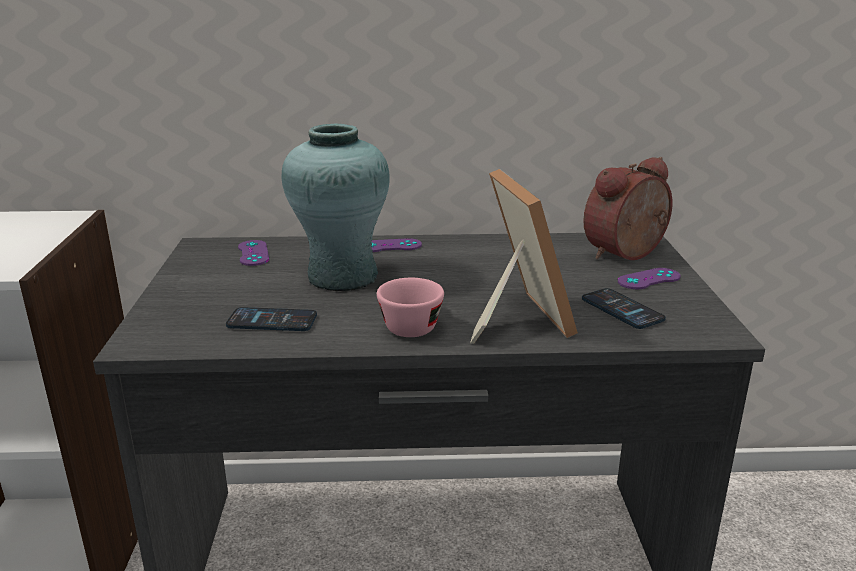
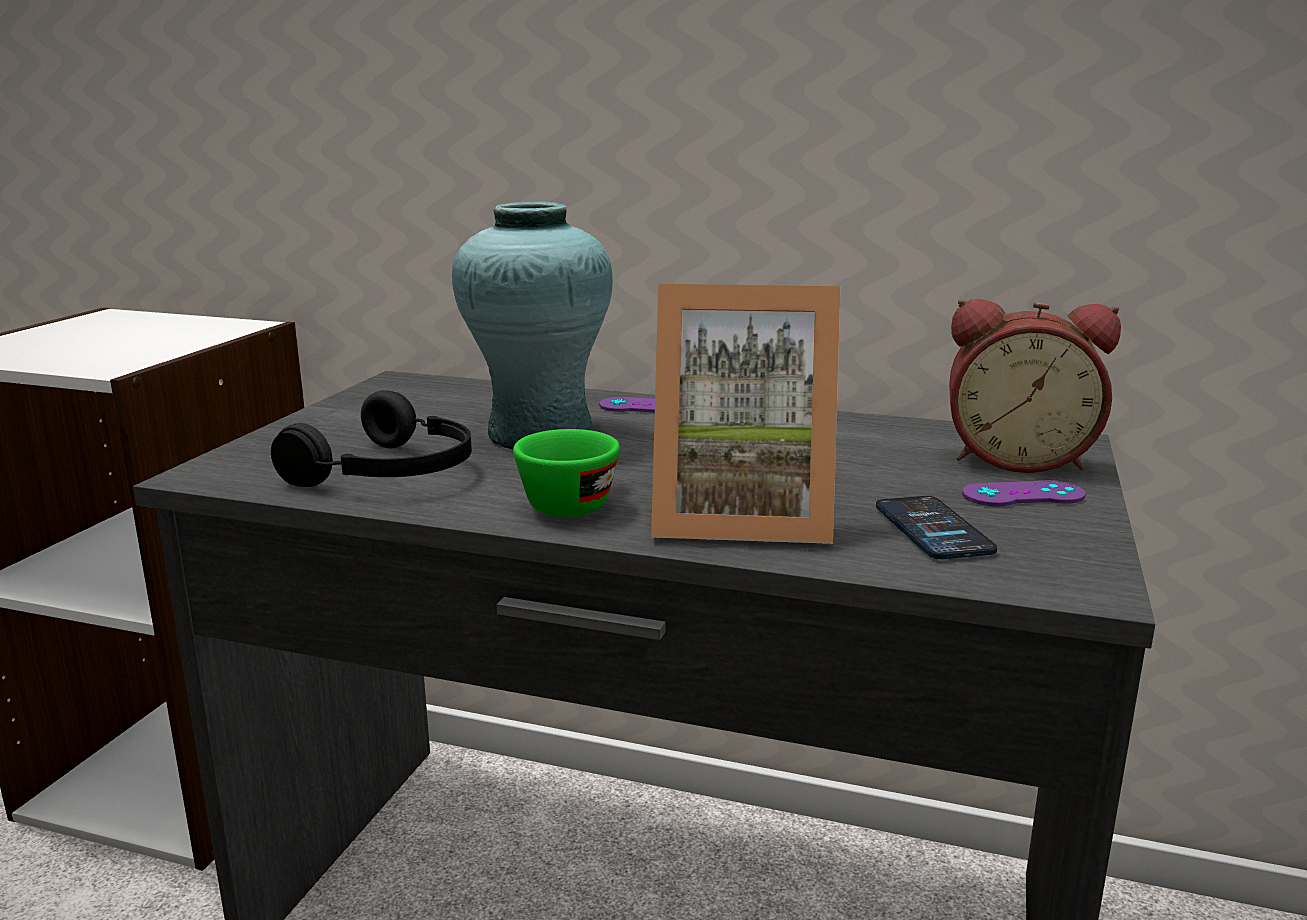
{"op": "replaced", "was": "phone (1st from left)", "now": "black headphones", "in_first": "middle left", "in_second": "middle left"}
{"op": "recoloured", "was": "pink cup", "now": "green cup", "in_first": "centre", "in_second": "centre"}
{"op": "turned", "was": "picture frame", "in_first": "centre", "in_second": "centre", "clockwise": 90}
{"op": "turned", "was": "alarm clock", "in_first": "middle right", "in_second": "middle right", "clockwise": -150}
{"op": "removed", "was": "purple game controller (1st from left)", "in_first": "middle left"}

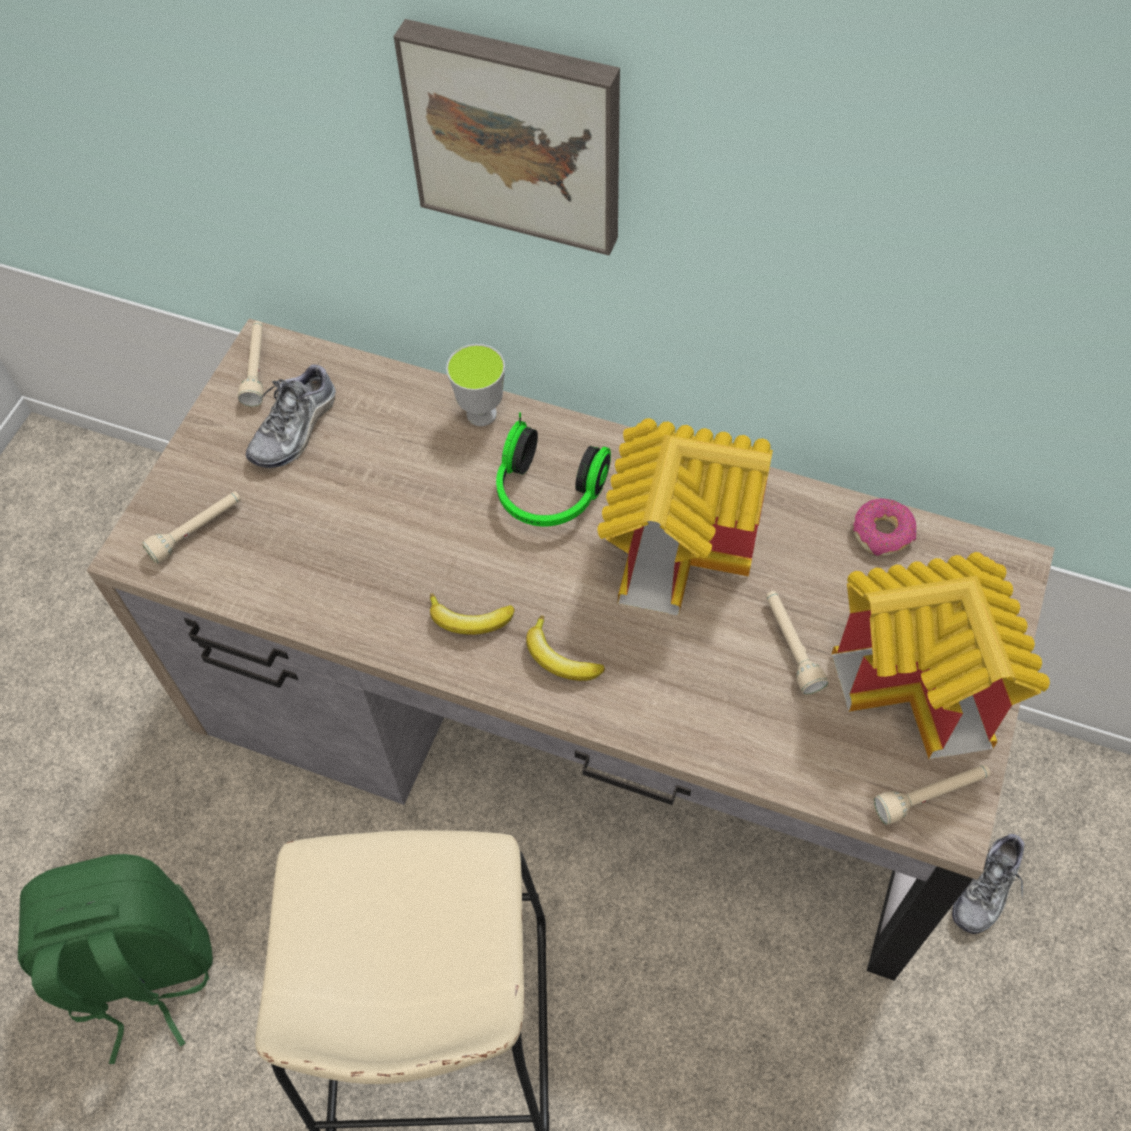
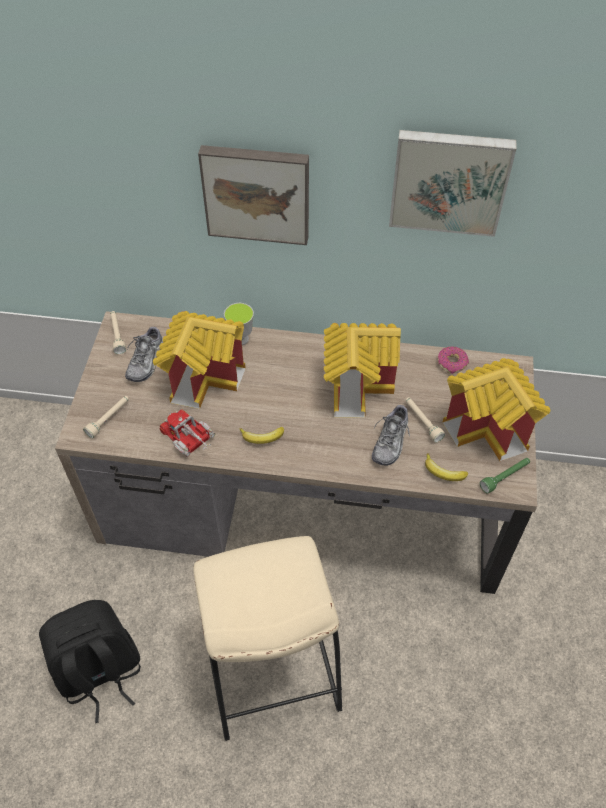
{"op": "recoloured", "was": "green backpack", "now": "black backpack", "in_first": "bottom left", "in_second": "bottom left"}
{"op": "added", "now": "toy house (1st from left)", "in_second": "middle left"}
{"op": "added", "now": "toy truck", "in_second": "middle left"}
{"op": "moved", "was": "shoe (2nd from left)", "in_first": "bottom right", "in_second": "centre"}
{"op": "added", "now": "picture (2nd from left)", "in_second": "top right"}
{"op": "moved", "was": "banana (2nd from left)", "in_first": "centre", "in_second": "middle right"}
{"op": "recoloured", "was": "beige flashlight (4th from left)", "now": "green flashlight", "in_first": "bottom right", "in_second": "middle right"}
{"op": "removed", "was": "headphones", "in_first": "centre"}

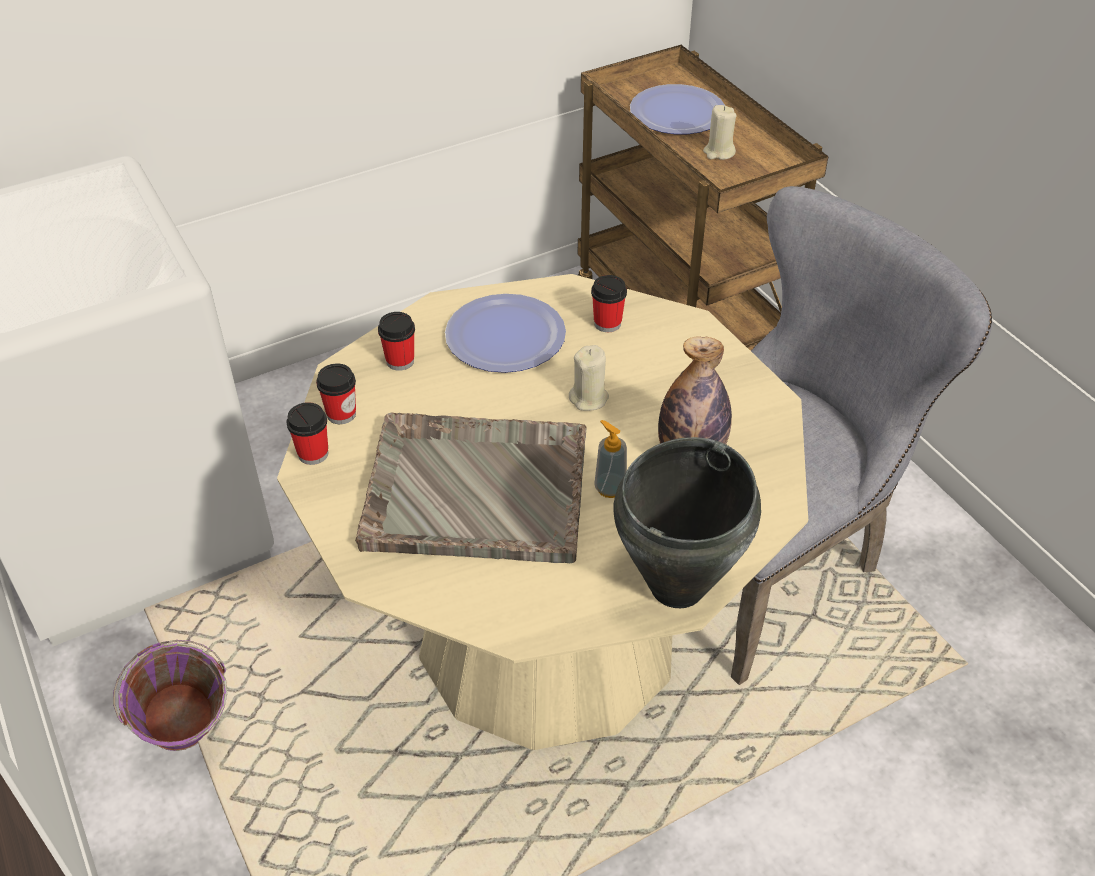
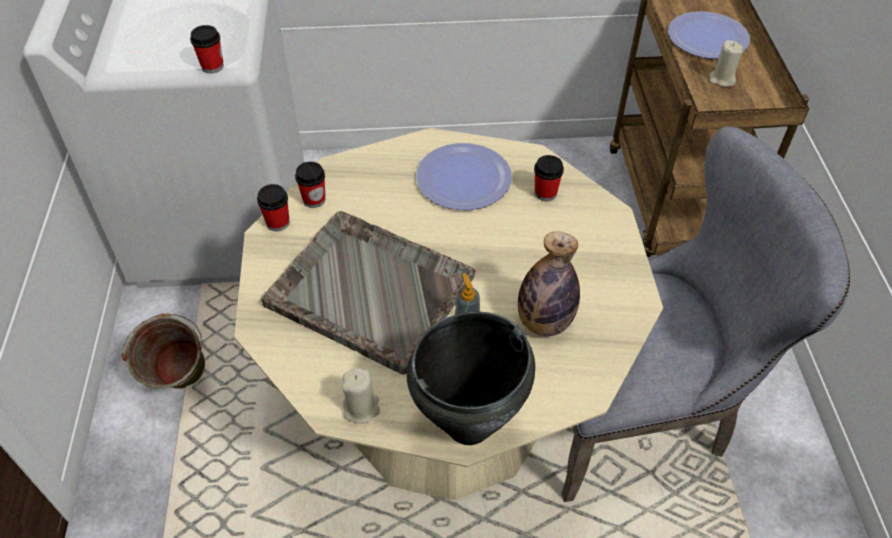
{"op": "recoloured", "was": "purple bucket", "now": "green bucket", "in_first": "bottom left", "in_second": "middle left"}
{"op": "moved", "was": "cup (3rd from left in the first image)", "now": "cup (1st from left)", "in_first": "centre", "in_second": "top left"}
{"op": "moved", "was": "beige candle (1st from left)", "in_first": "centre", "in_second": "bottom centre"}

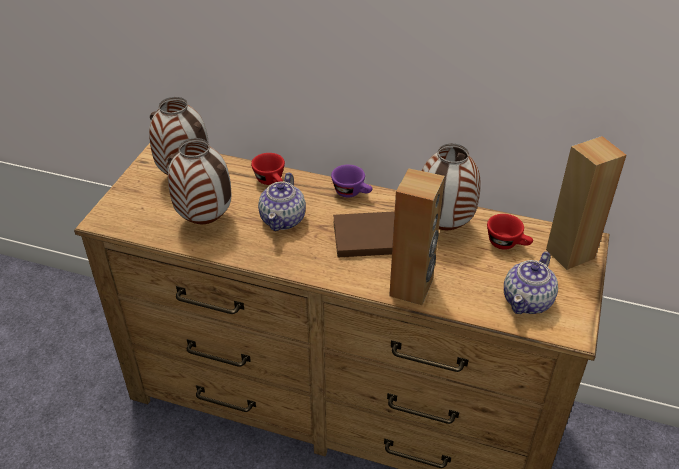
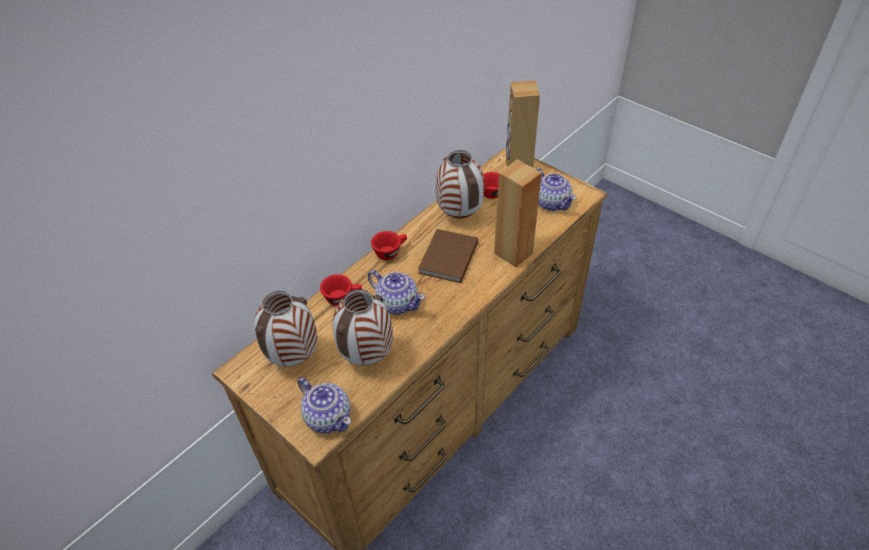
{"op": "added", "now": "teapot (1st from left)", "in_second": "bottom centre"}
{"op": "recoloured", "was": "purple cup", "now": "red cup (2nd from left)", "in_first": "centre", "in_second": "centre"}

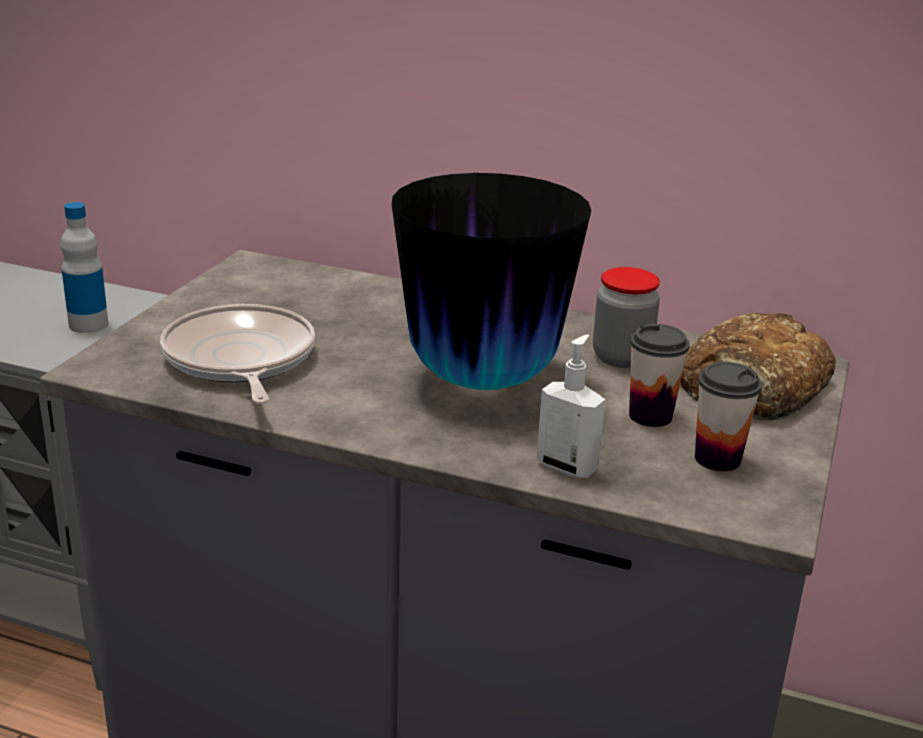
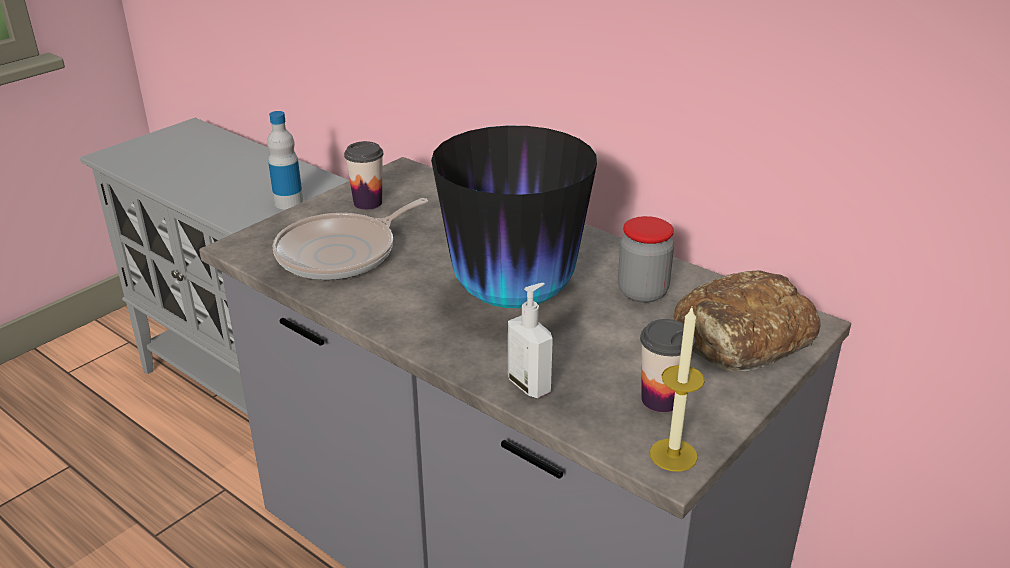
{"op": "turned", "was": "frying pan", "in_first": "middle left", "in_second": "centre", "clockwise": -135}
{"op": "moved", "was": "cup (1st from left)", "in_first": "middle right", "in_second": "top centre"}
{"op": "added", "now": "candle", "in_second": "bottom right"}

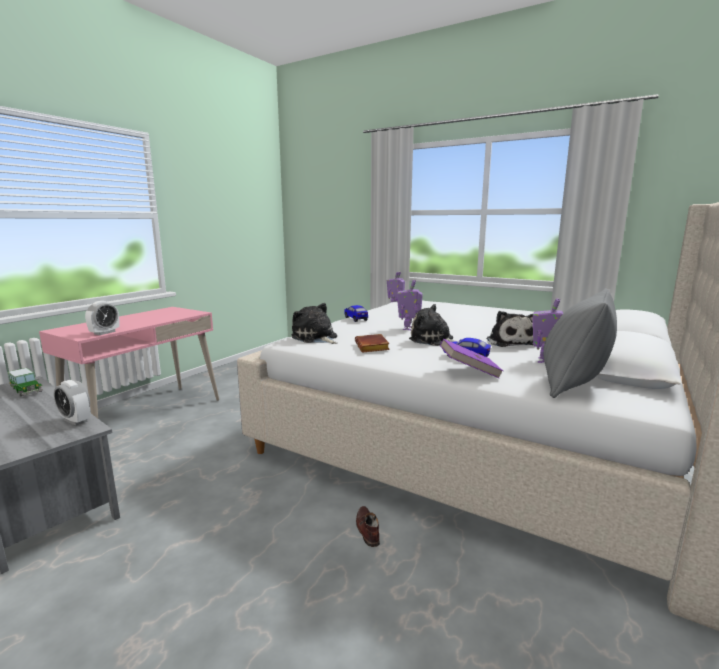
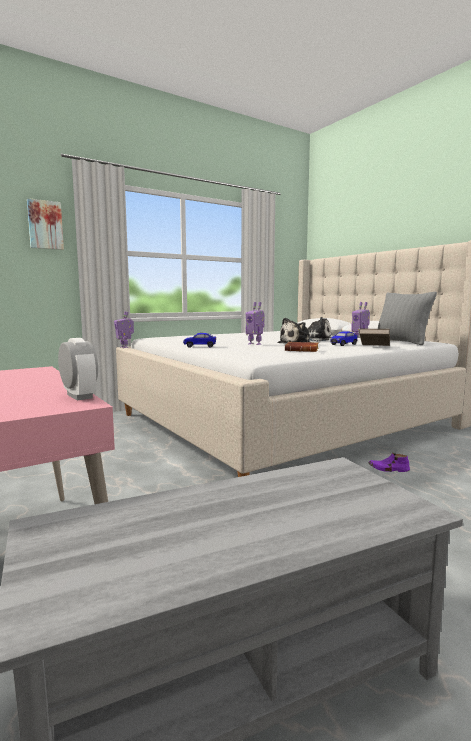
{"op": "added", "now": "picture", "in_second": "top left"}
{"op": "recoloured", "was": "purple book", "now": "brown book (2nd from left)", "in_first": "centre", "in_second": "middle right"}
{"op": "recoloured", "was": "brown shoe", "now": "purple shoe", "in_first": "bottom centre", "in_second": "middle right"}
{"op": "removed", "was": "toy car (1st from left)", "in_first": "middle left"}
{"op": "removed", "was": "alarm clock (1st from left)", "in_first": "middle left"}
{"op": "removed", "was": "plush toy (1st from left)", "in_first": "centre"}

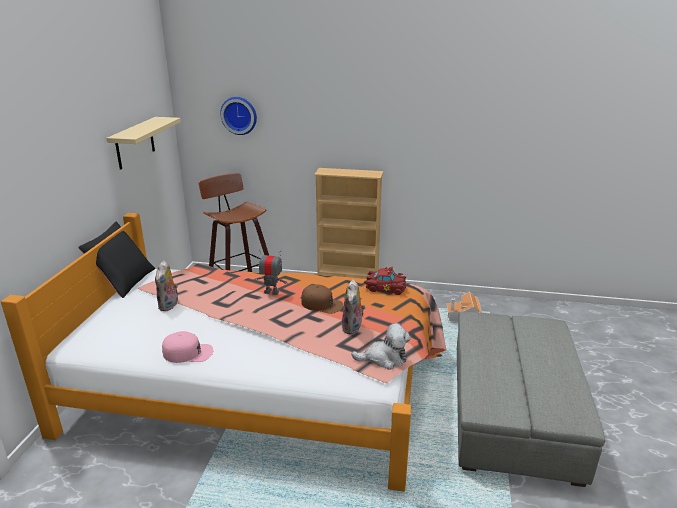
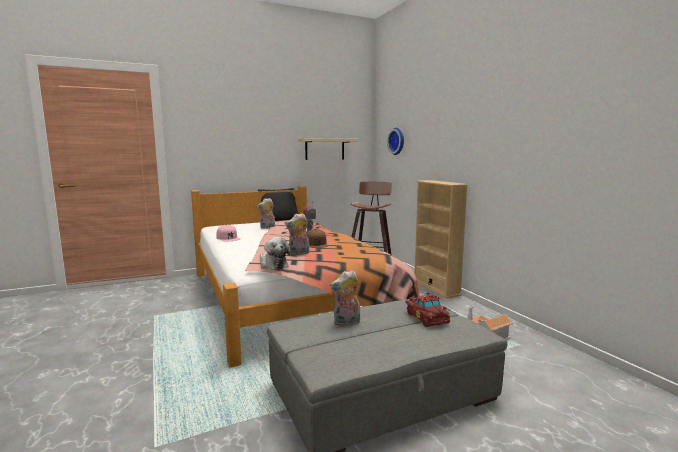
{"op": "added", "now": "plush toy (4th from left)", "in_second": "centre"}
{"op": "moved", "was": "red toy car", "in_first": "centre", "in_second": "bottom centre"}

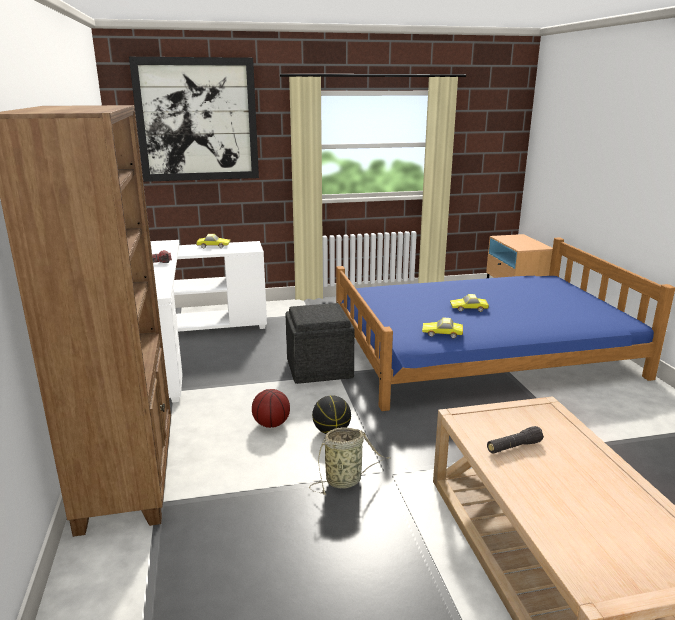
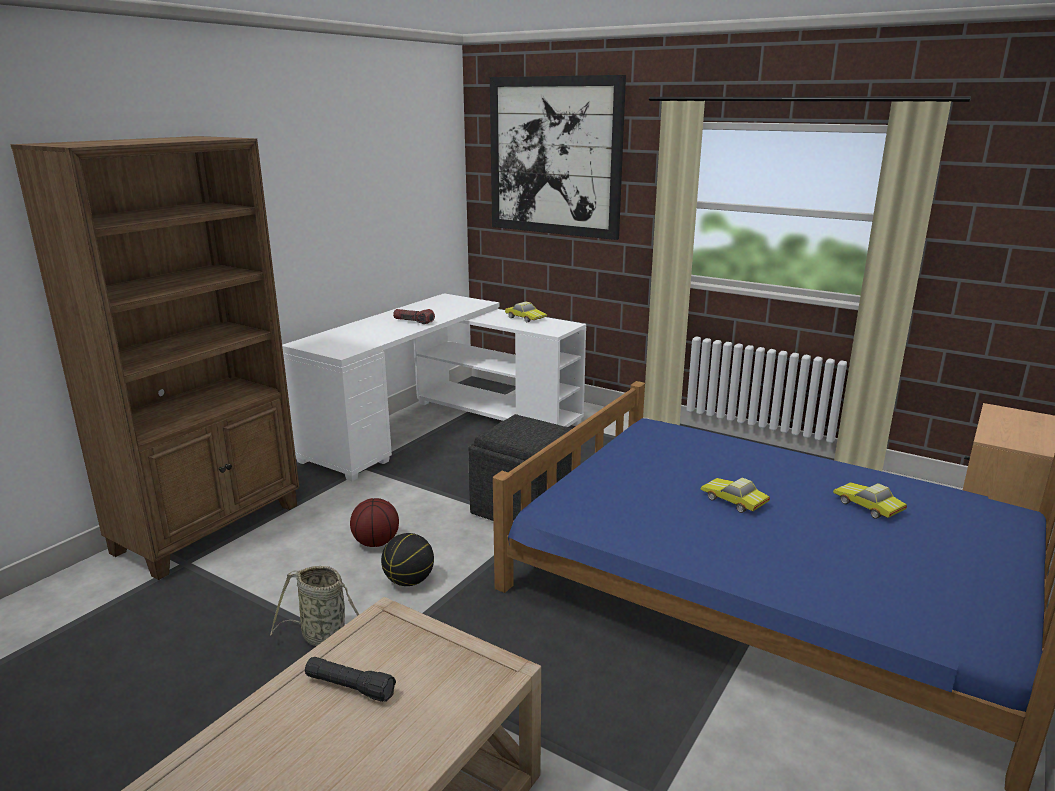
{"op": "moved", "was": "toy car (2nd from left in the first image)", "now": "toy car (3rd from left)", "in_first": "centre", "in_second": "middle right"}

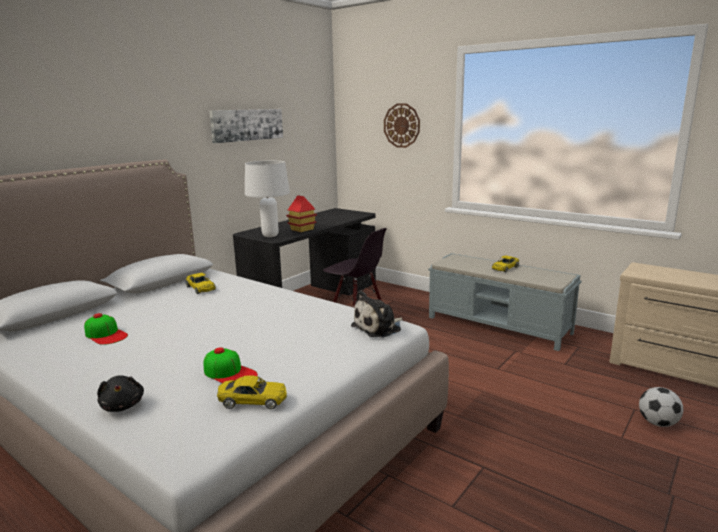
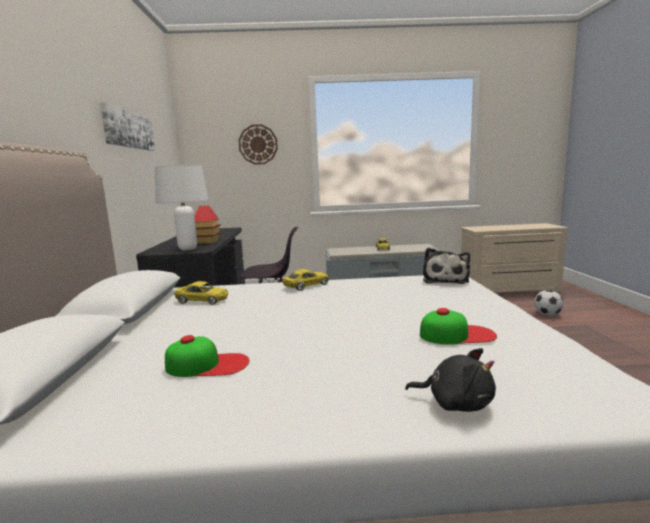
{"op": "moved", "was": "yellow toy car (2nd from left)", "in_first": "bottom centre", "in_second": "centre"}

